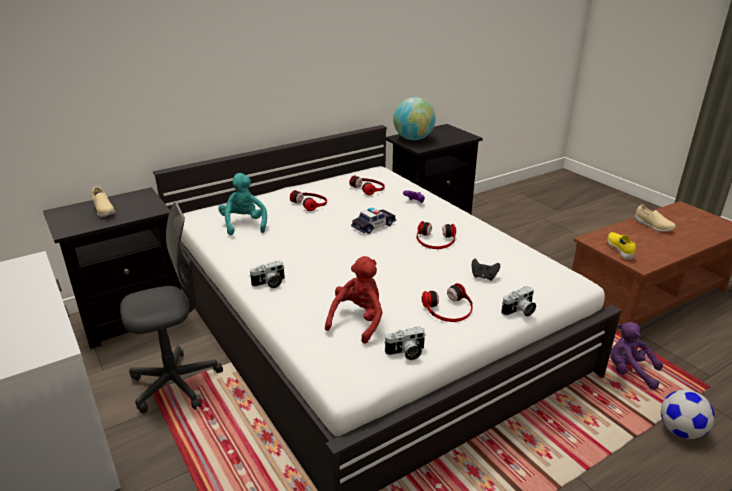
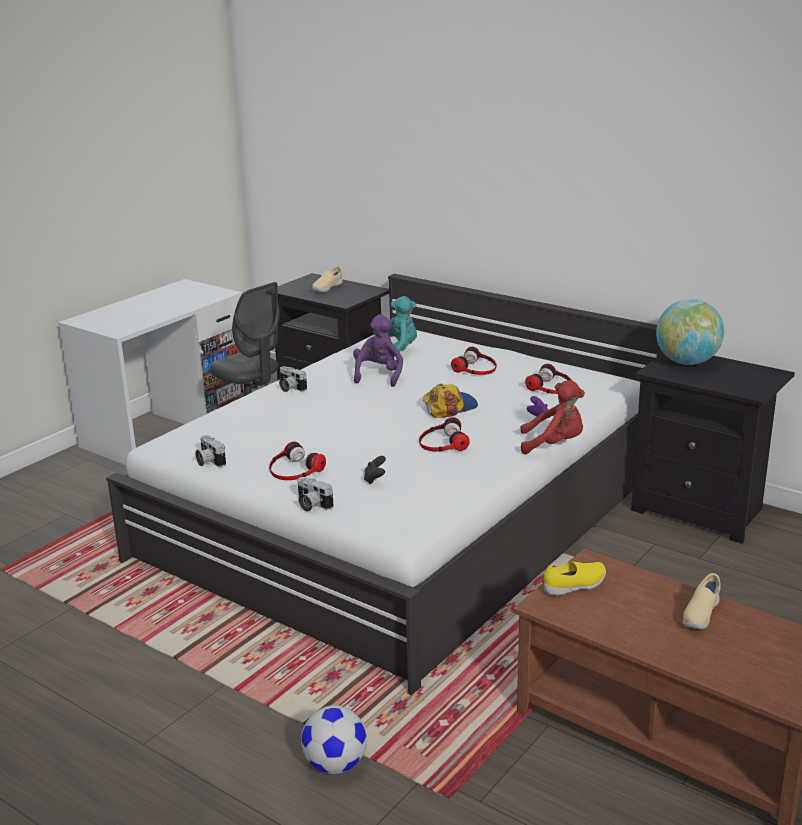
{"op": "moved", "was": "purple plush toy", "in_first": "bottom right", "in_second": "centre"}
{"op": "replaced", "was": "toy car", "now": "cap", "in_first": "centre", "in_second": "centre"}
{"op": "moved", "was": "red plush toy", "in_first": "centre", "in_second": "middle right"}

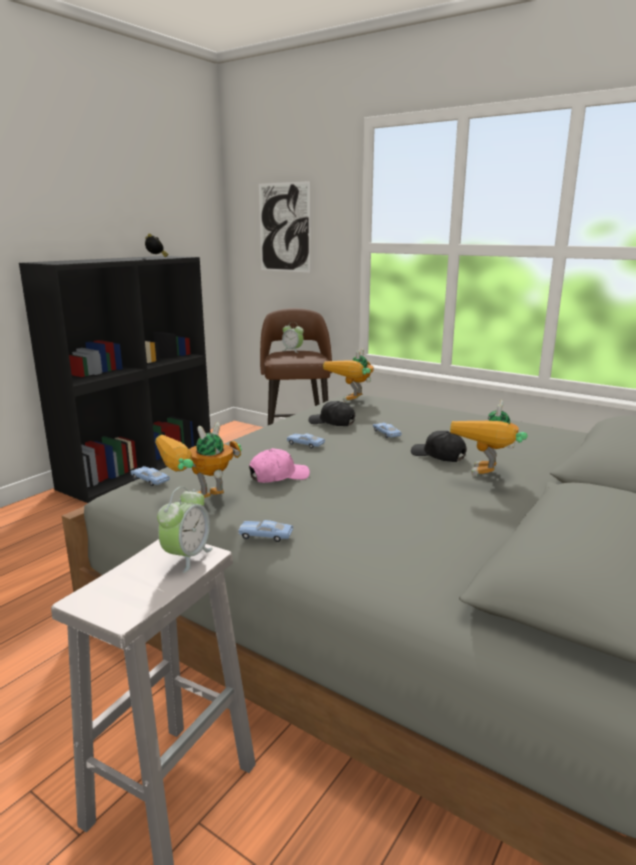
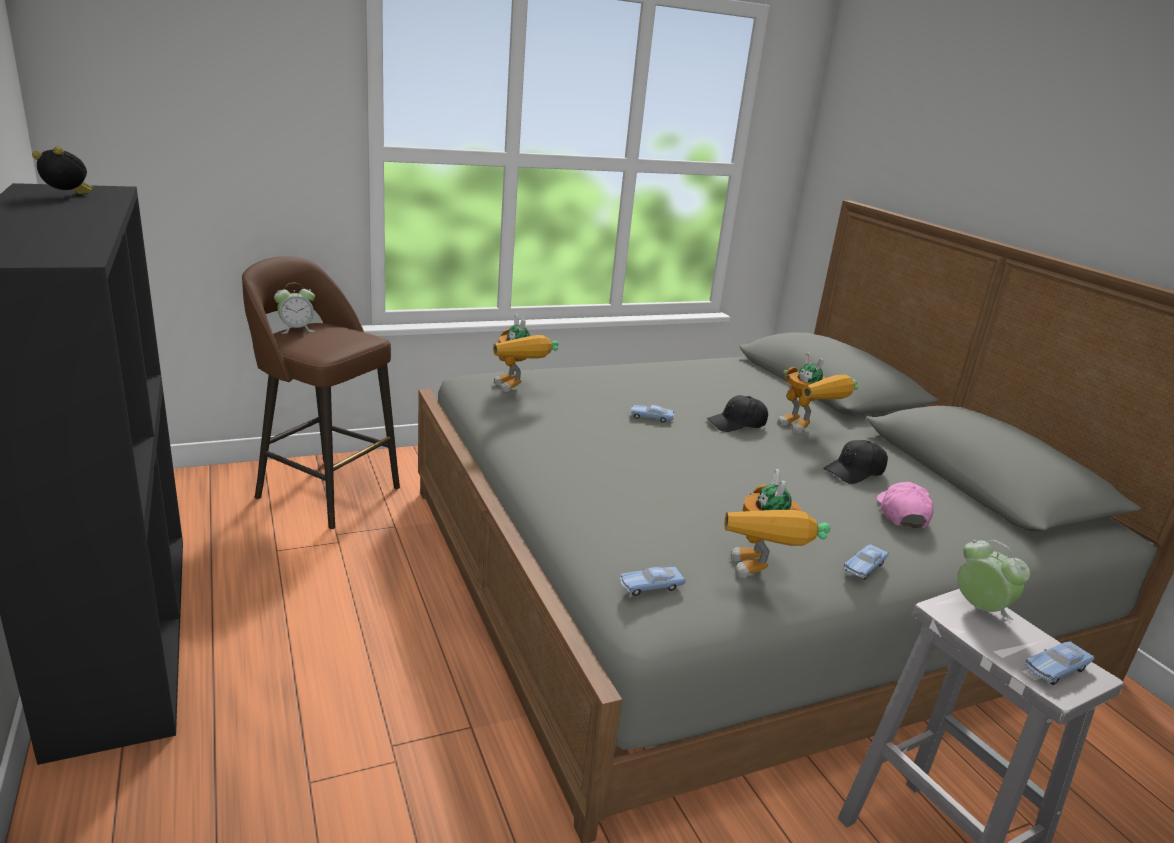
{"op": "moved", "was": "black cap (1st from left in the first image)", "now": "black cap (2nd from left)", "in_first": "centre", "in_second": "middle right"}
{"op": "moved", "was": "pink cap", "in_first": "centre", "in_second": "middle right"}
{"op": "moved", "was": "blue toy car (3rd from left in the first image)", "now": "blue toy car (4th from left)", "in_first": "centre", "in_second": "bottom right"}
{"op": "removed", "was": "picture", "in_first": "top centre"}

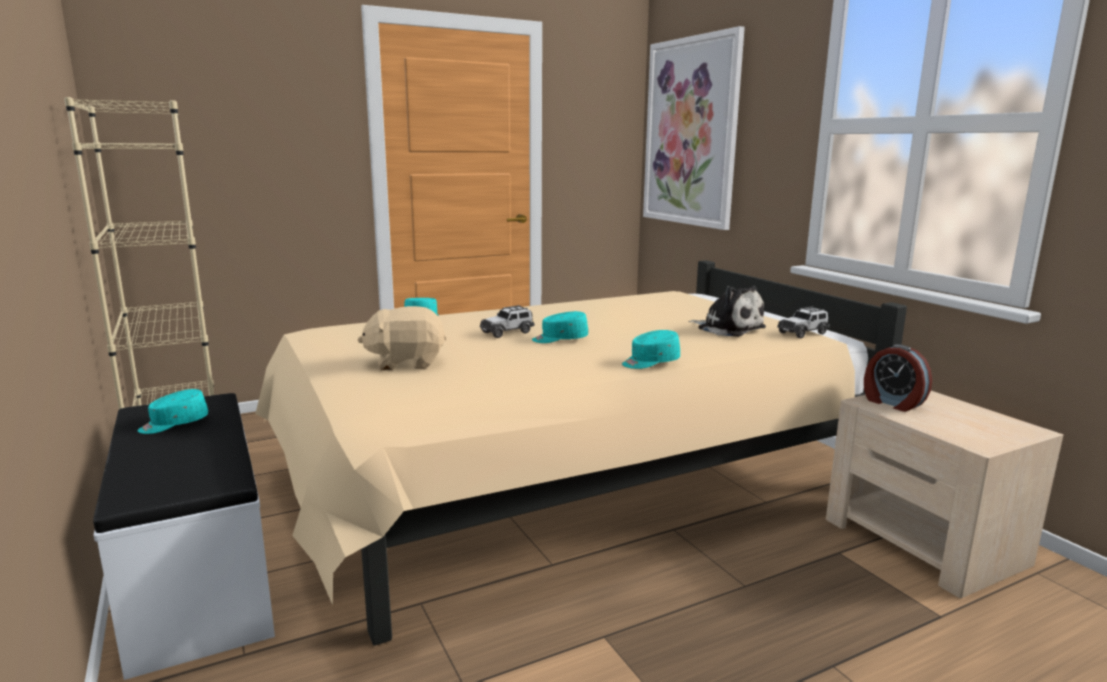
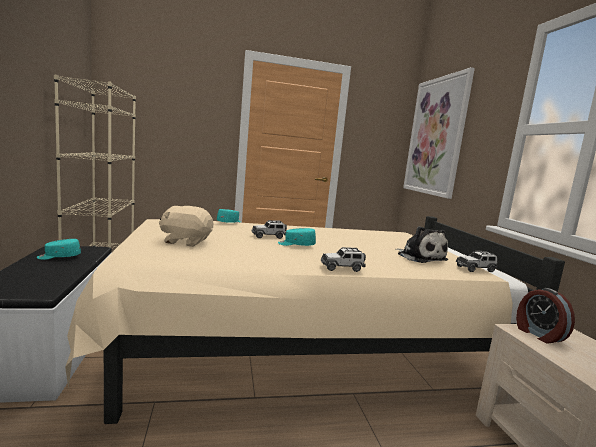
{"op": "replaced", "was": "turquoise cap (4th from left)", "now": "toy car (2nd from left)", "in_first": "centre", "in_second": "centre"}

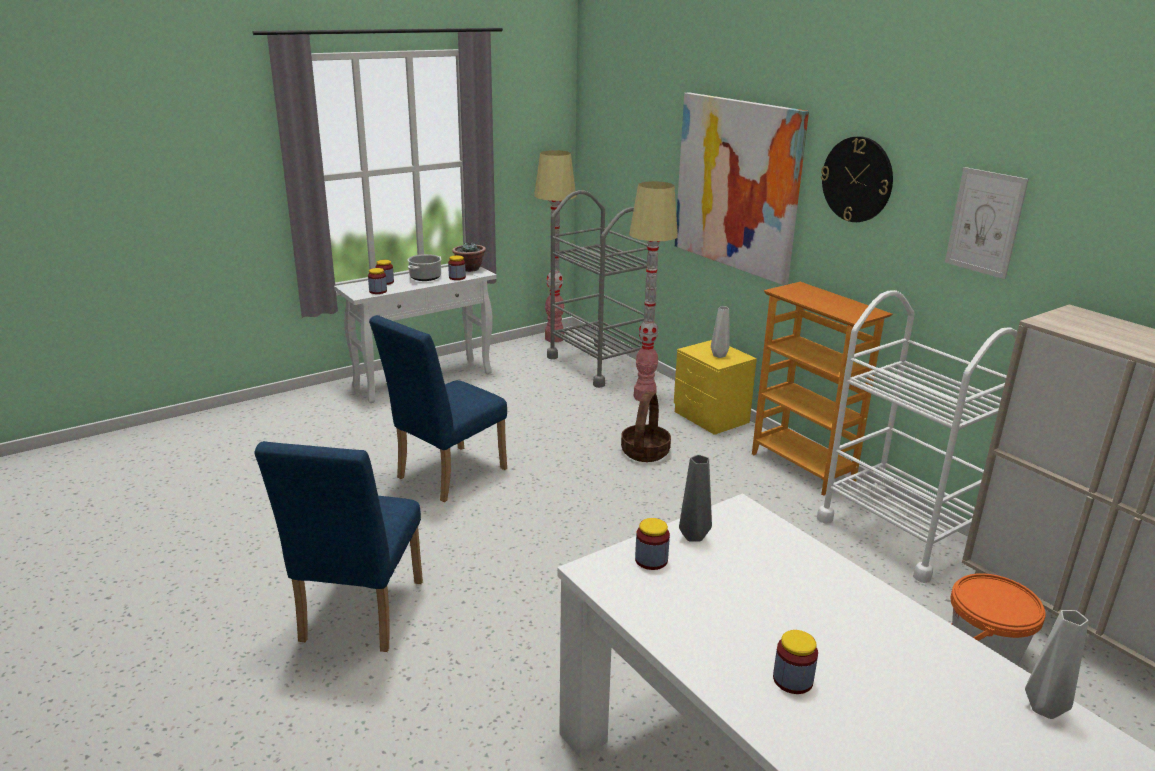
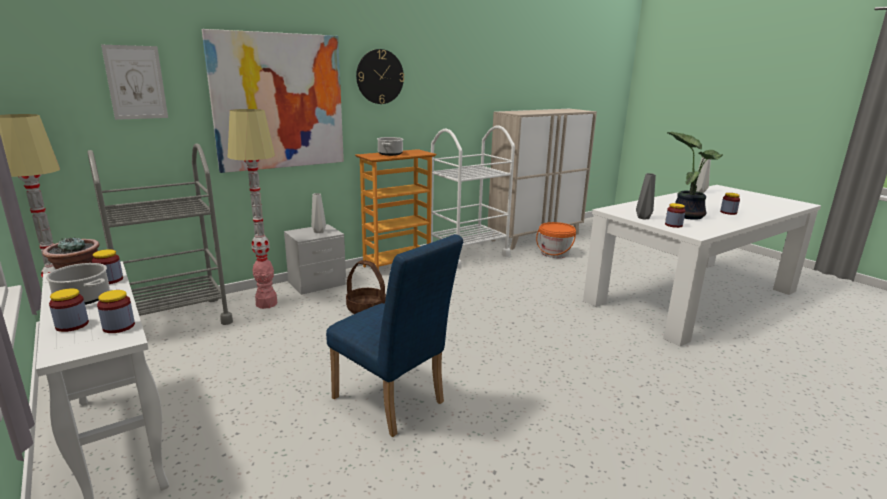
{"op": "moved", "was": "picture (2nd from left in the first image)", "now": "picture (1st from left)", "in_first": "top right", "in_second": "top left"}
{"op": "recoloured", "was": "yellow nightstand", "now": "grey nightstand", "in_first": "centre", "in_second": "centre"}
{"op": "added", "now": "cooking pot (2nd from left)", "in_second": "top centre"}
{"op": "added", "now": "potted plant (2nd from left)", "in_second": "middle right"}
{"op": "removed", "was": "blue chair (1st from left)", "in_first": "bottom left"}

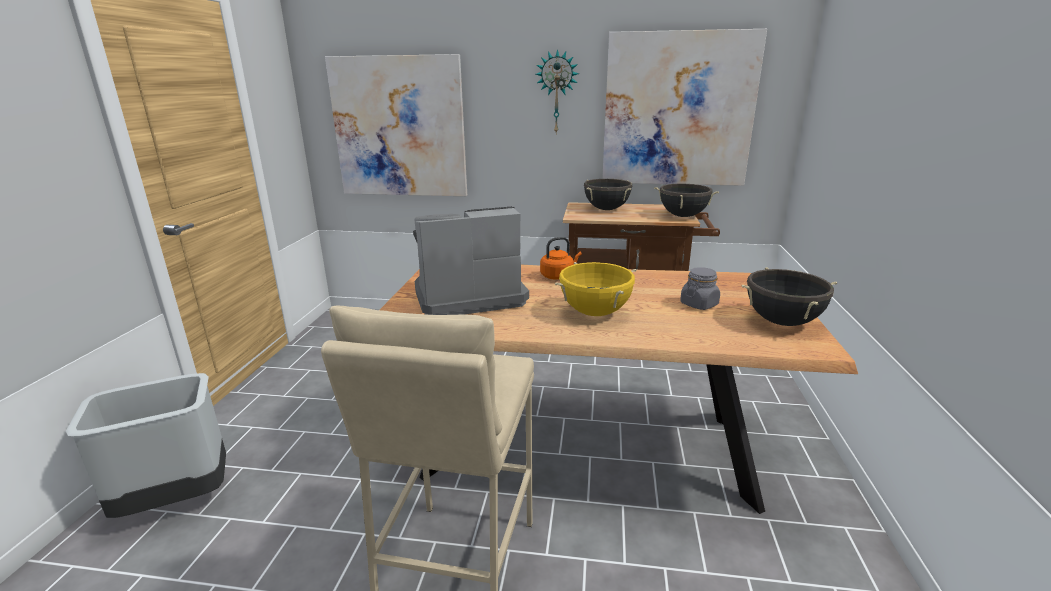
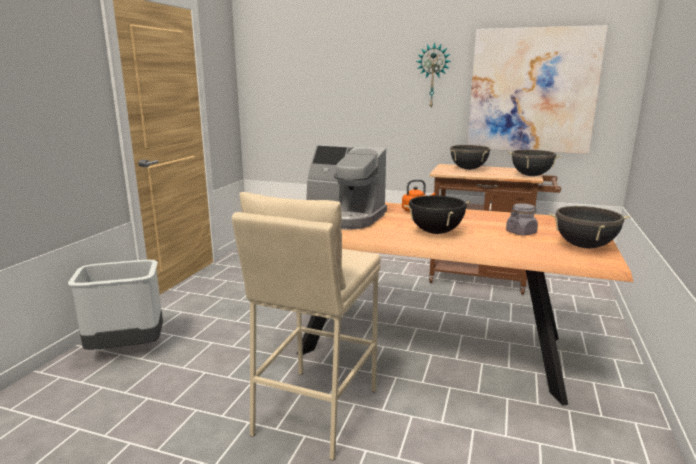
{"op": "turned", "was": "coffee machine", "in_first": "centre", "in_second": "centre", "clockwise": -150}
{"op": "recoloured", "was": "yellow cooking pot", "now": "black cooking pot (1st from left)", "in_first": "centre", "in_second": "centre"}
{"op": "removed", "was": "picture (1st from left)", "in_first": "top centre"}

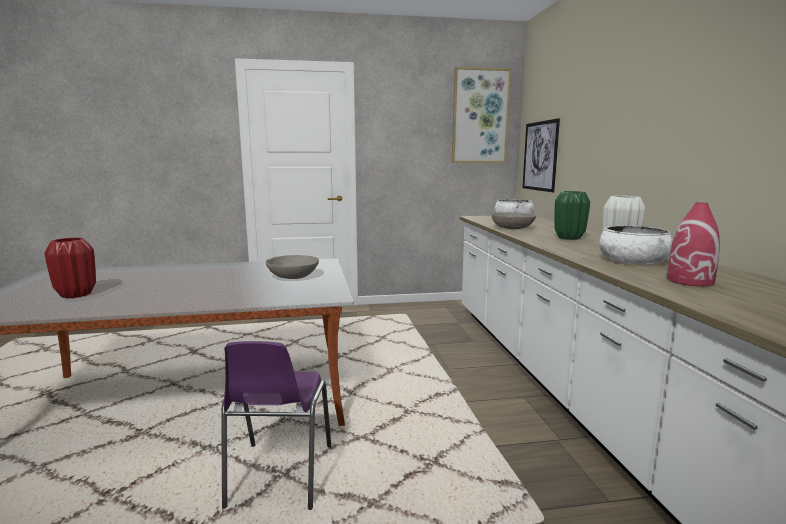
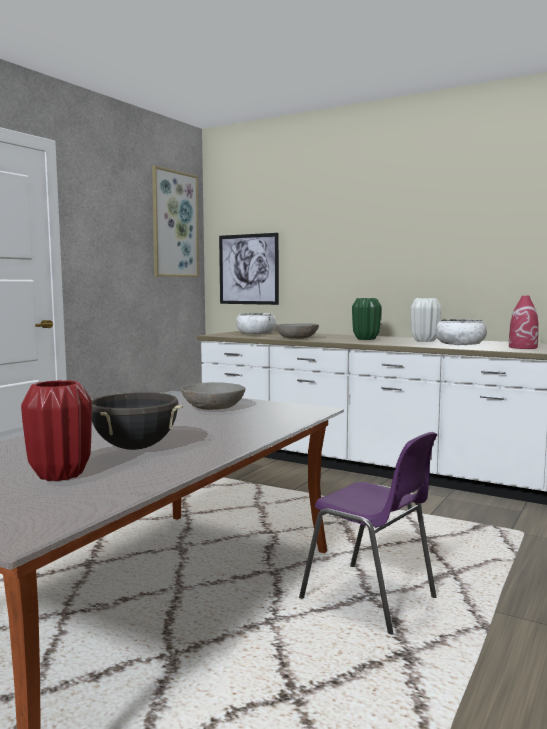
{"op": "added", "now": "black cooking pot", "in_second": "middle left"}

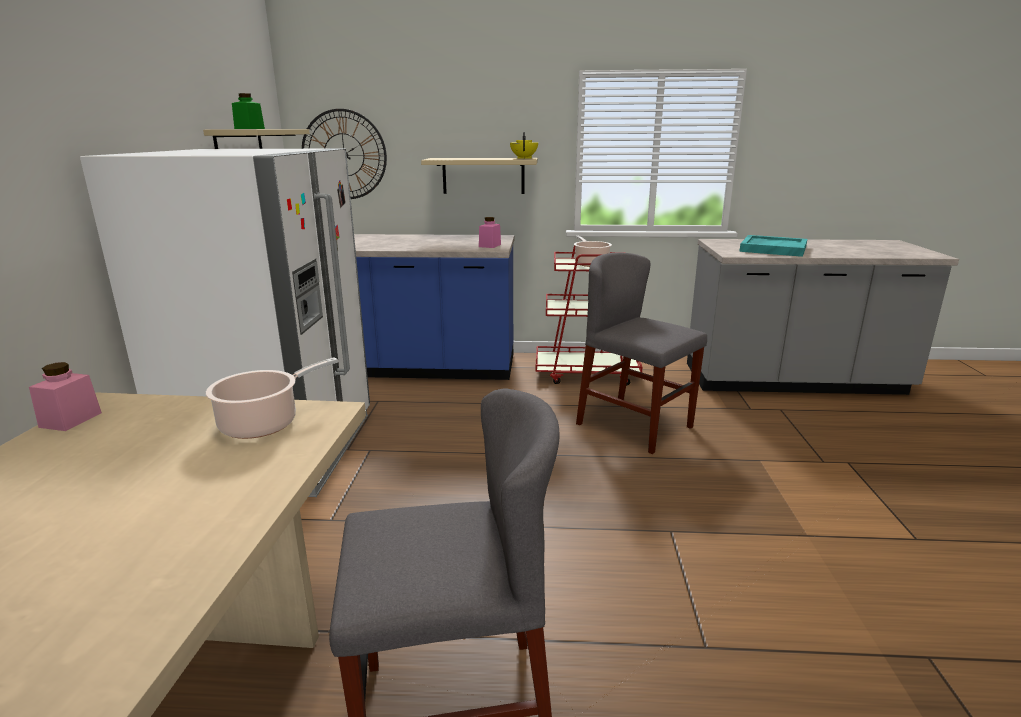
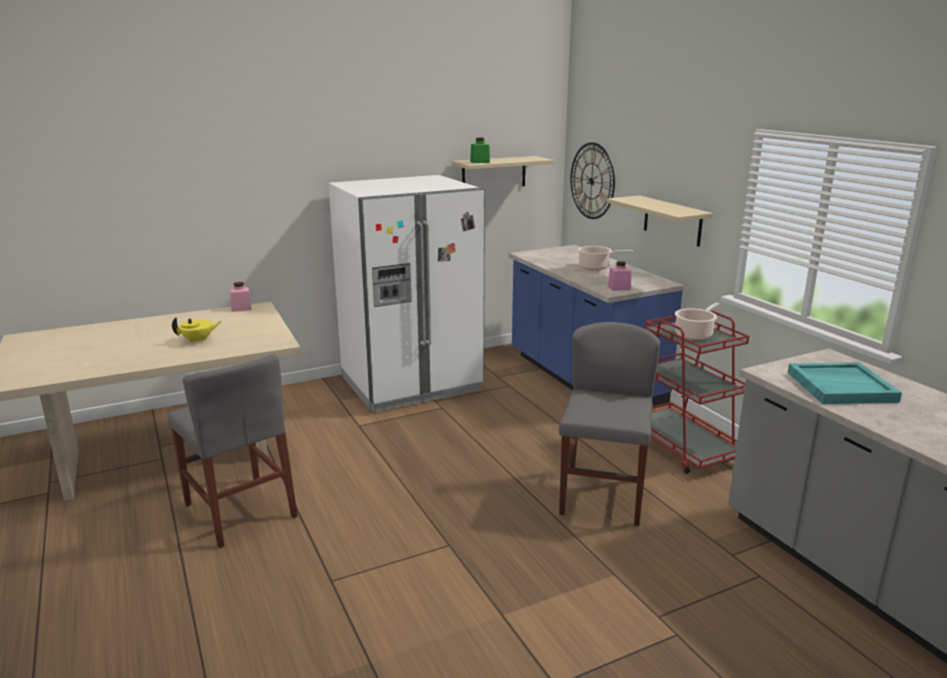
{"op": "moved", "was": "yellow teapot", "in_first": "top centre", "in_second": "middle left"}
{"op": "moved", "was": "cooking pot (1st from left)", "in_first": "middle left", "in_second": "centre"}

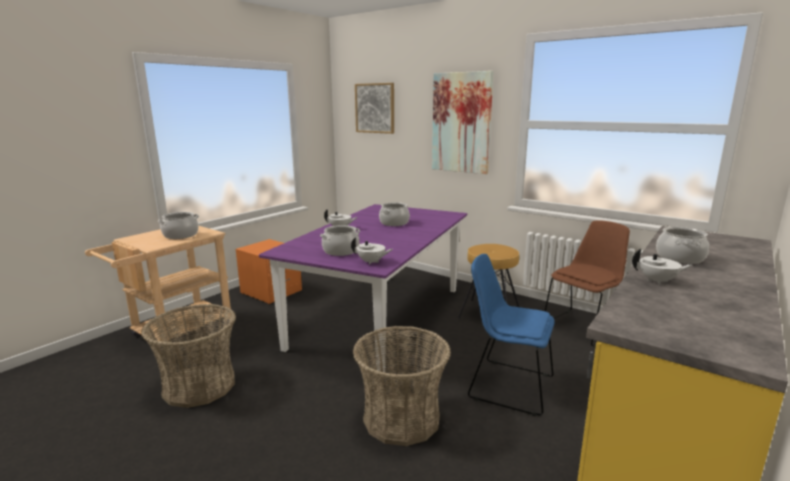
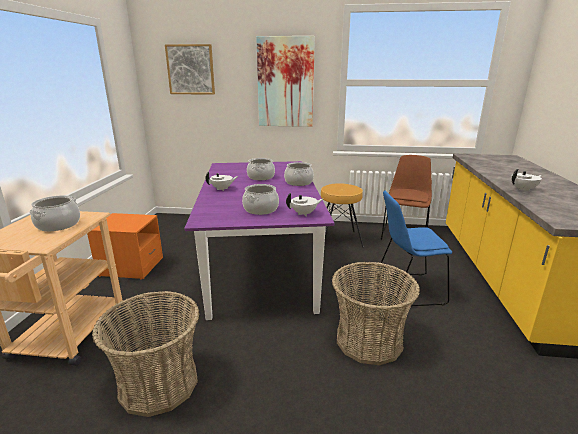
{"op": "moved", "was": "cooking pot (4th from left)", "in_first": "middle right", "in_second": "centre"}

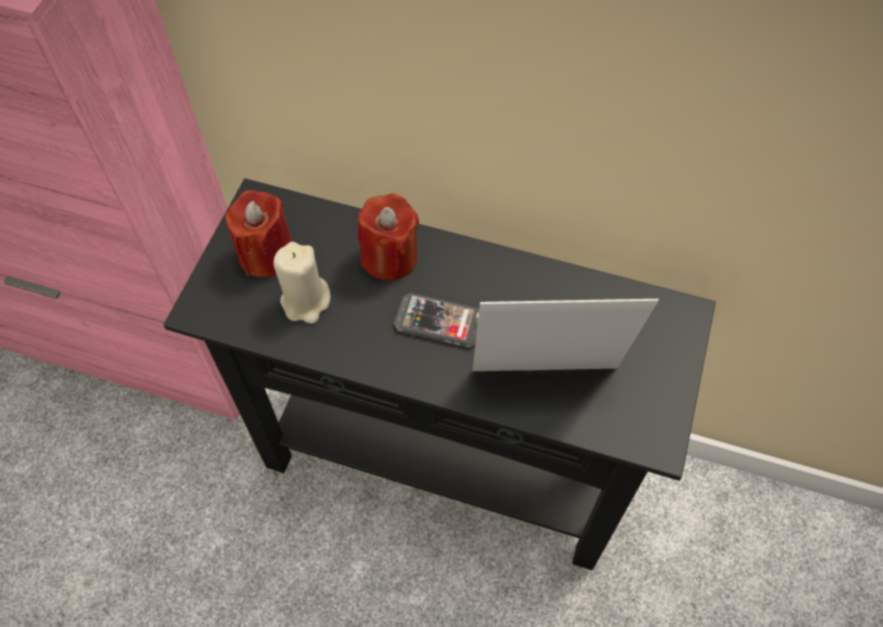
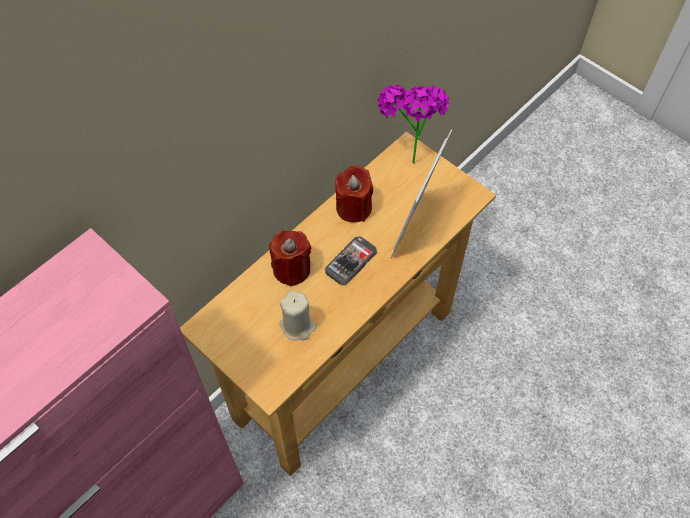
{"op": "recoloured", "was": "black console table", "now": "beige console table", "in_first": "centre", "in_second": "centre"}
{"op": "moved", "was": "red candle (1st from left in the first image)", "now": "red candle (2nd from left)", "in_first": "middle left", "in_second": "centre"}
{"op": "added", "now": "potted plant", "in_second": "top centre"}

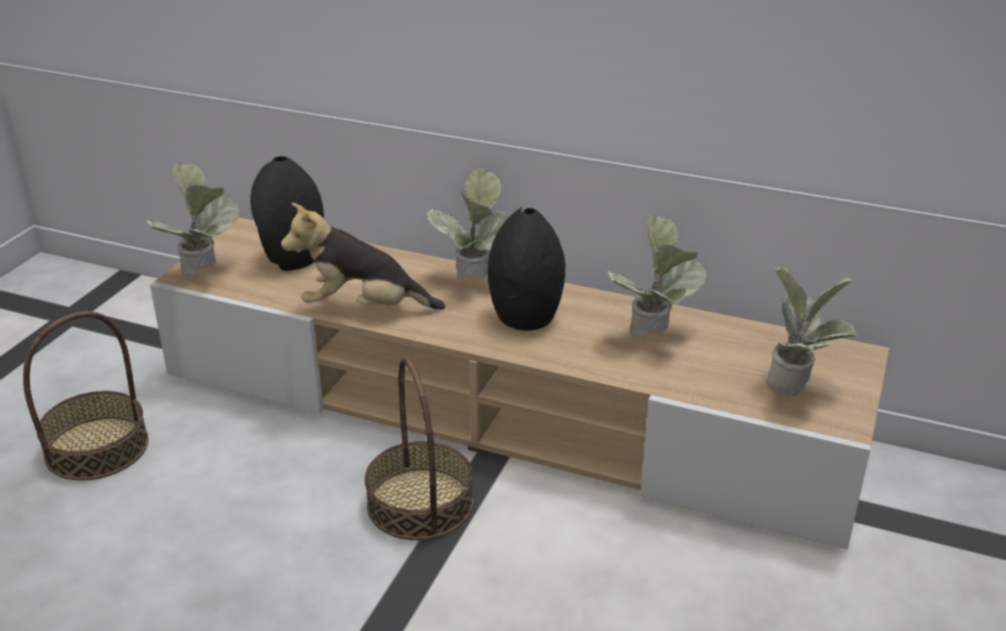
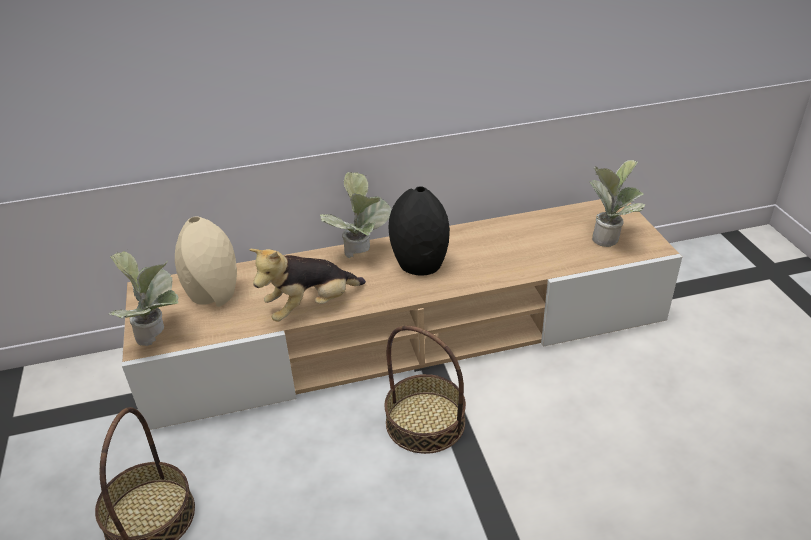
{"op": "recoloured", "was": "black vase (1st from left)", "now": "beige vase", "in_first": "middle left", "in_second": "middle left"}
{"op": "removed", "was": "potted plant (3rd from left)", "in_first": "centre"}

